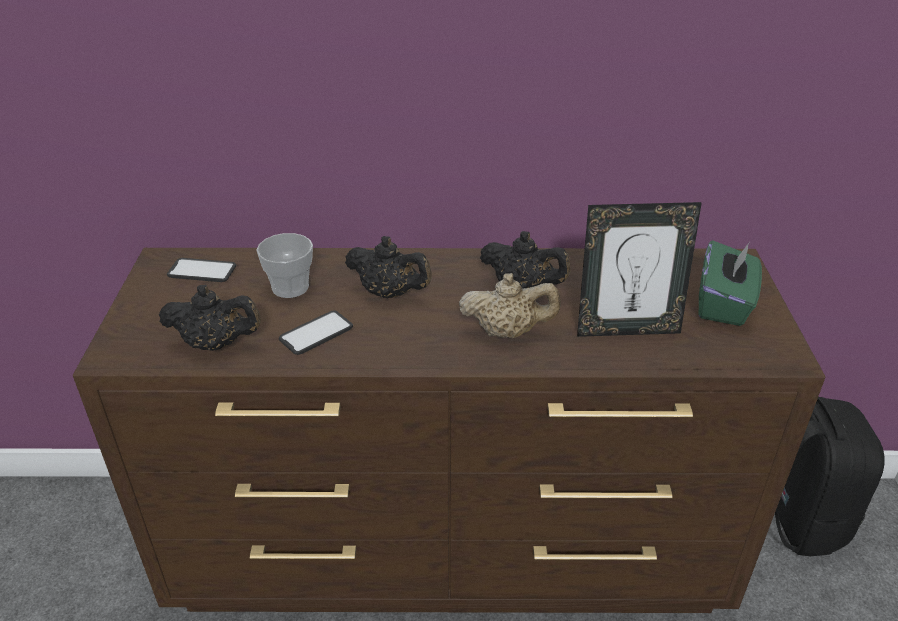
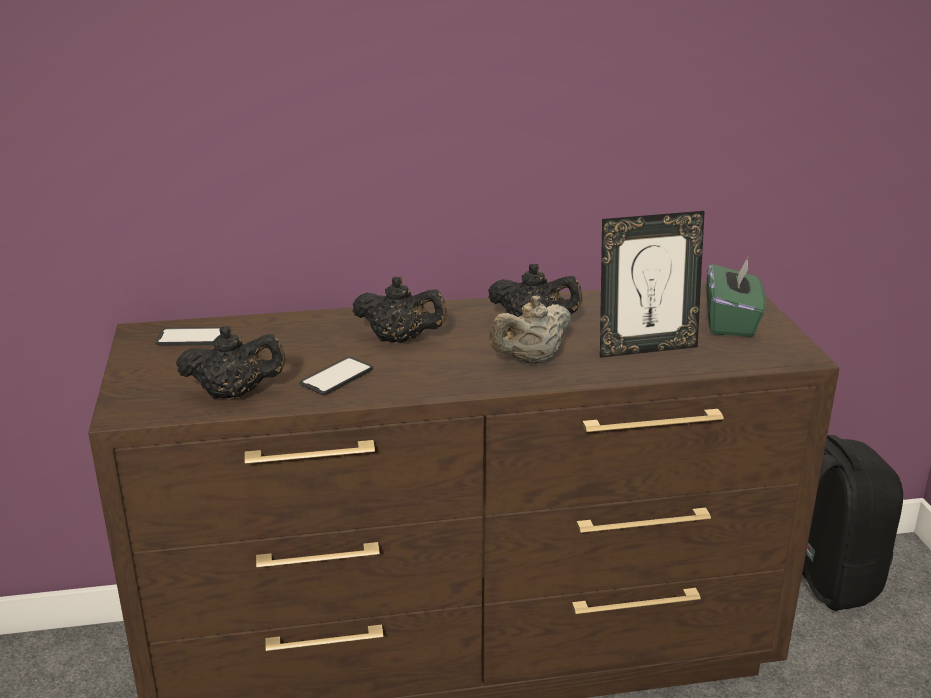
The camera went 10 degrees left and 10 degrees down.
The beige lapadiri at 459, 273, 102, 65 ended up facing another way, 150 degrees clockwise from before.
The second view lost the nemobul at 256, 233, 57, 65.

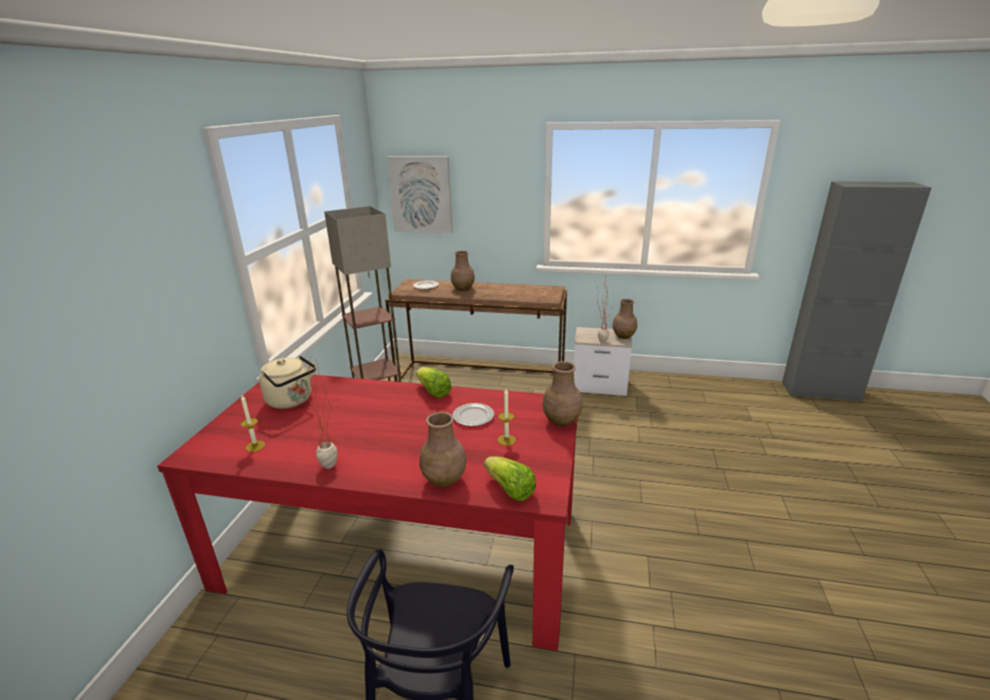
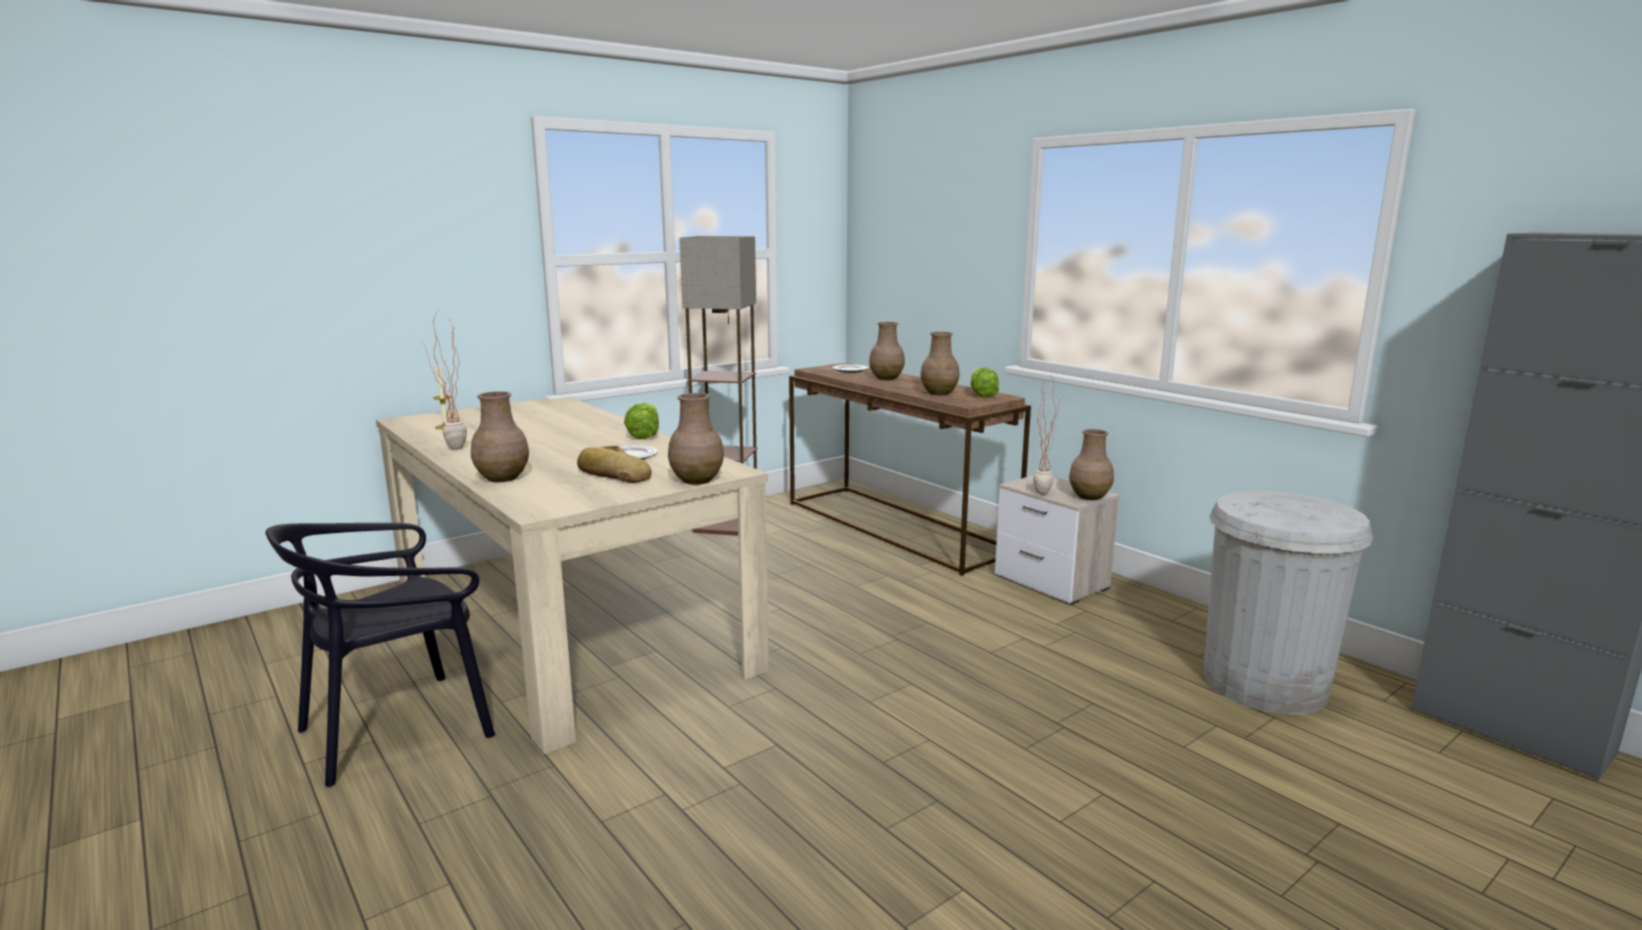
The camera went 40 degrees right and 10 degrees down.
What was the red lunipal at 157, 375, 421, 276 turned into the beige lunipal at 376, 397, 393, 357.
Where the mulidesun stood at 497, 389, 19, 57, the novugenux came to stand at 577, 446, 74, 37.
The second view gained the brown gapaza at 920, 332, 40, 63.
The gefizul ended up elsewhere, having gone from 484, 456, 52, 45 to 970, 367, 29, 31.
The second view gained the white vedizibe at 1203, 491, 170, 223.
The second view lost the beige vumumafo at 259, 355, 57, 54.
The second view lost the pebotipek at 387, 156, 66, 77.

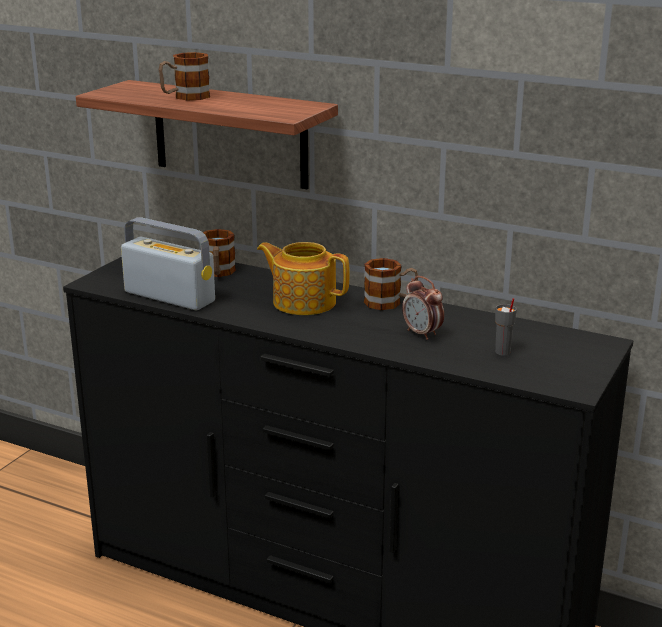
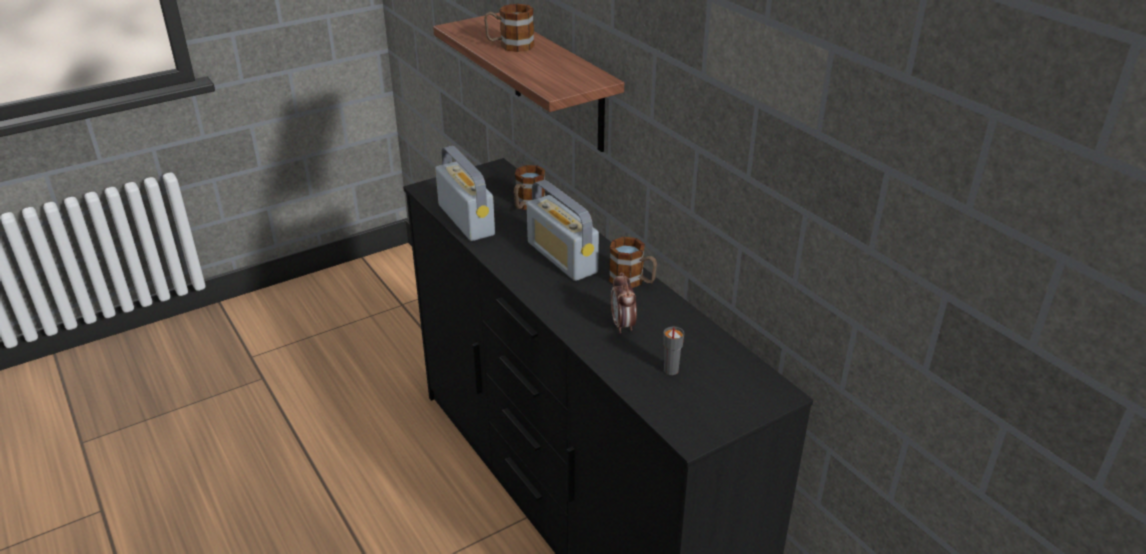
The camera went 30 degrees right and 10 degrees up.
Where the lapadiri stood at 257, 242, 93, 73, the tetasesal came to stand at 527, 180, 72, 101.

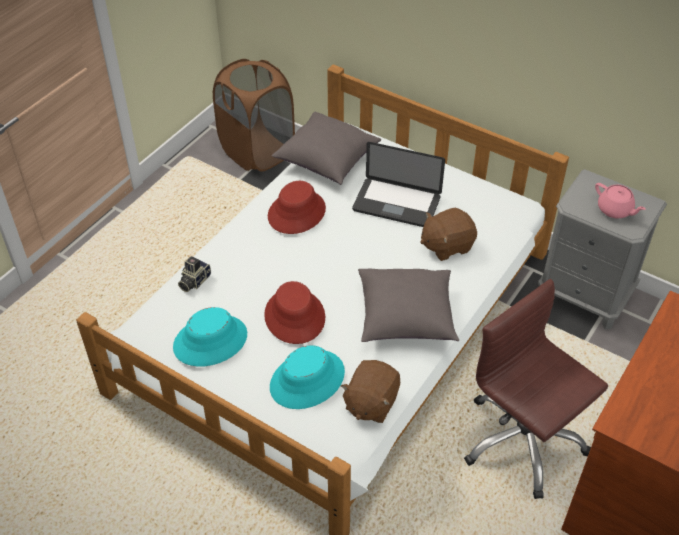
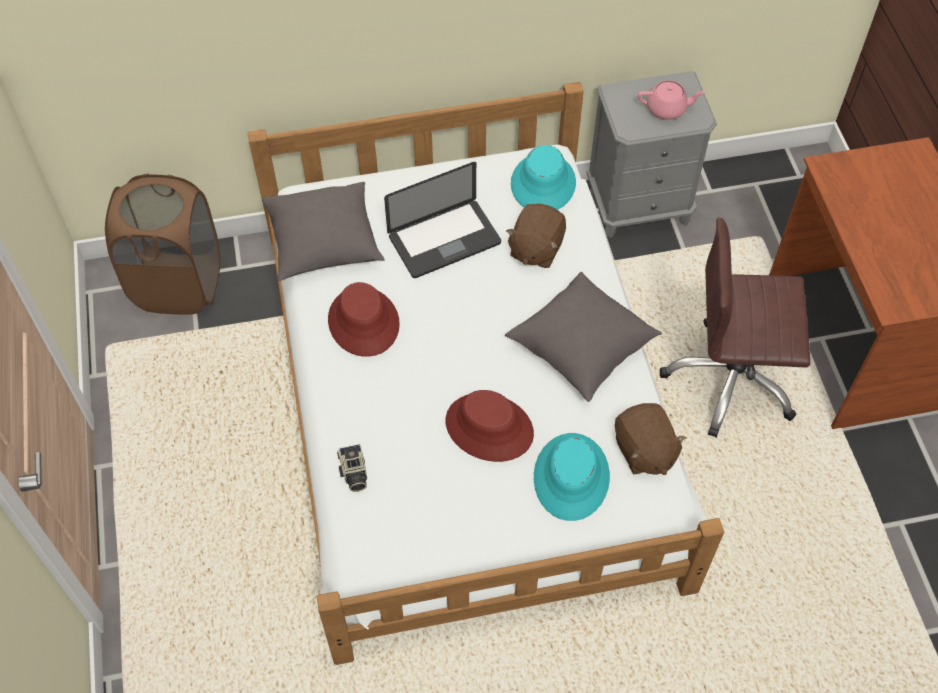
The camera went 45 degrees left and 10 degrees up.
The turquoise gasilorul ended up elsewhere, having gone from 173, 307, 74, 60 to 511, 145, 65, 65.

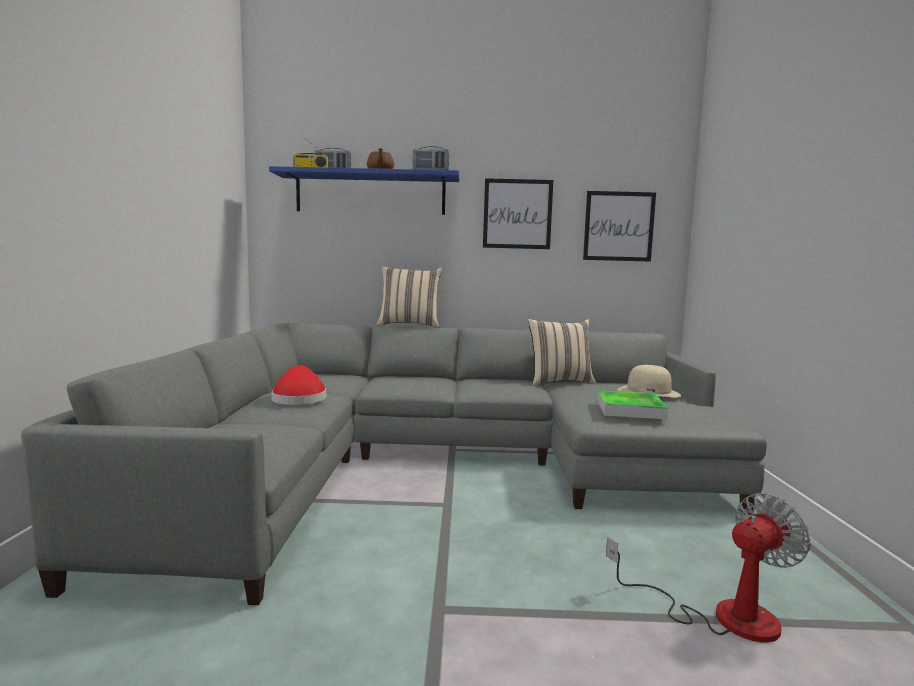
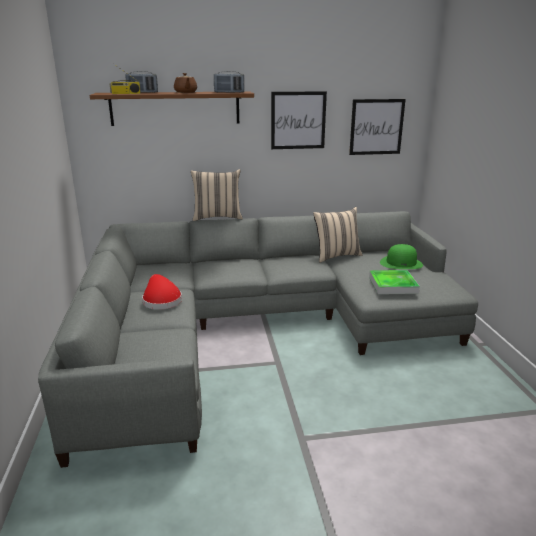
The camera went 10 degrees left and 15 degrees up.
What was the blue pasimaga at 269, 166, 190, 49 turned into the brown pasimaga at 90, 91, 164, 35.
What was the beige gasilorul at 618, 365, 63, 32 turned into the green gasilorul at 380, 244, 43, 25.
The second view lost the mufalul at 606, 493, 205, 150.

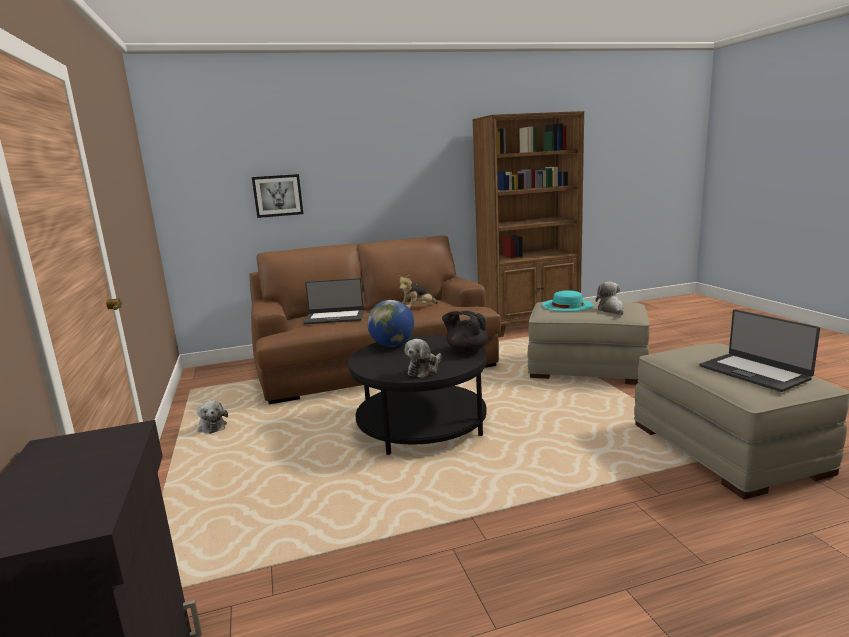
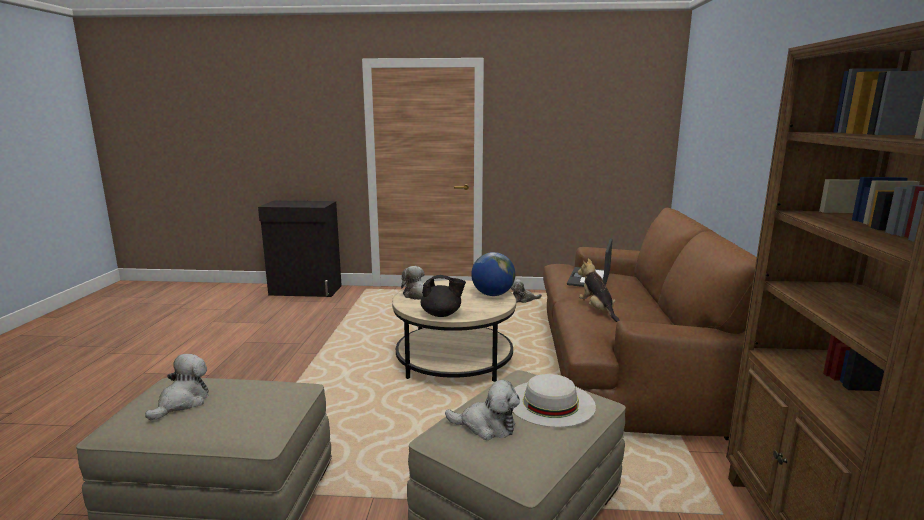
The camera went 110 degrees right and 0 degrees up.
Where the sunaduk stood at 699, 309, 121, 83, the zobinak came to stand at 145, 354, 64, 67.
What was the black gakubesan at 348, 335, 139, 120 turned into the beige gakubesan at 392, 280, 124, 102.
The black lapadiri at 442, 311, 46, 42 ended up facing another way, 45 degrees clockwise from before.
What was the turquoise gasilorul at 542, 290, 52, 21 turned into the white gasilorul at 513, 374, 83, 53.
The second view lost the pebotipek at 252, 174, 51, 44.

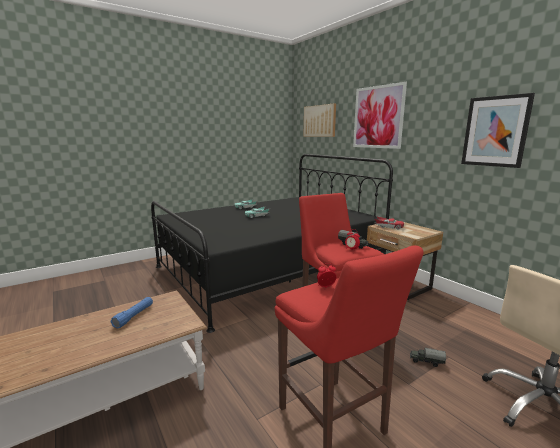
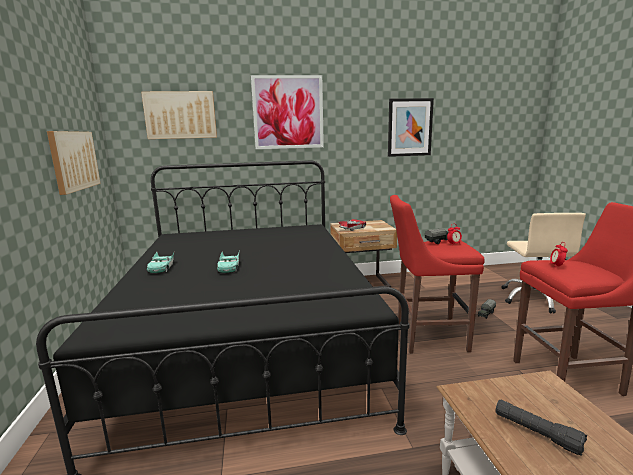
The camera went 65 degrees left and 0 degrees up.
The second view gained the pebotipek at 47, 131, 54, 64.
What was the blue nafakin at 111, 297, 42, 32 turned into the black nafakin at 495, 400, 92, 56.

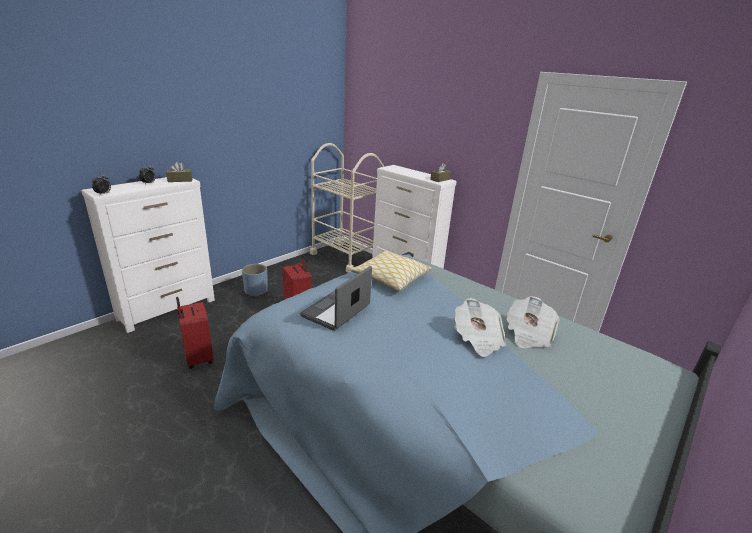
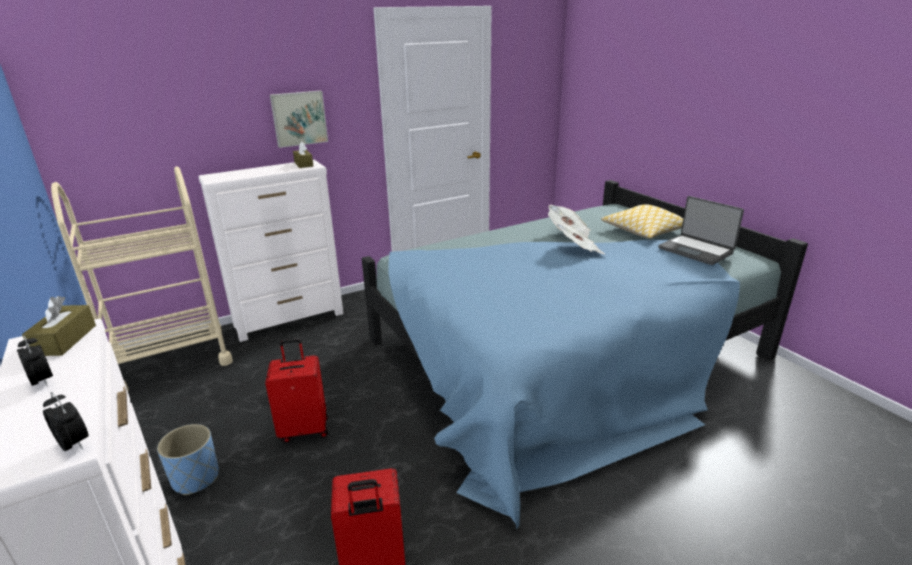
The camera went 70 degrees left and 0 degrees up.
The second view gained the pebotipek at 270, 91, 58, 57.
The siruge ended up elsewhere, having gone from 350, 251, 82, 40 to 601, 204, 82, 35.
The sunaduk ended up elsewhere, having gone from 300, 266, 72, 65 to 658, 196, 86, 69.

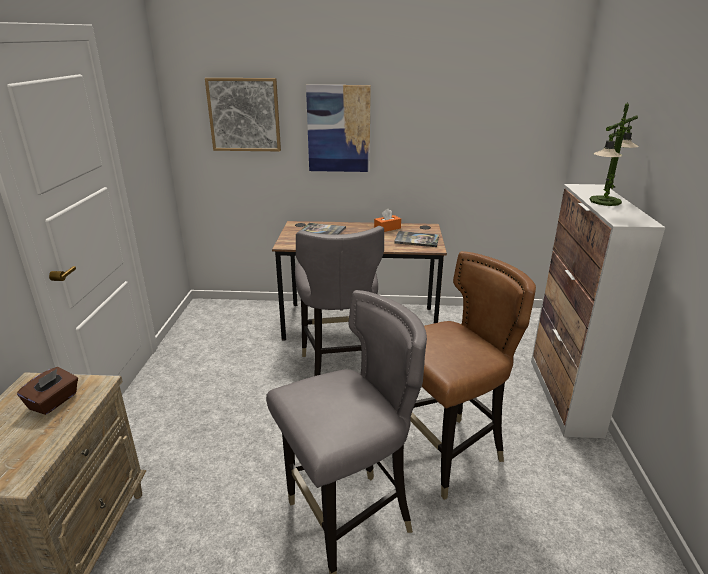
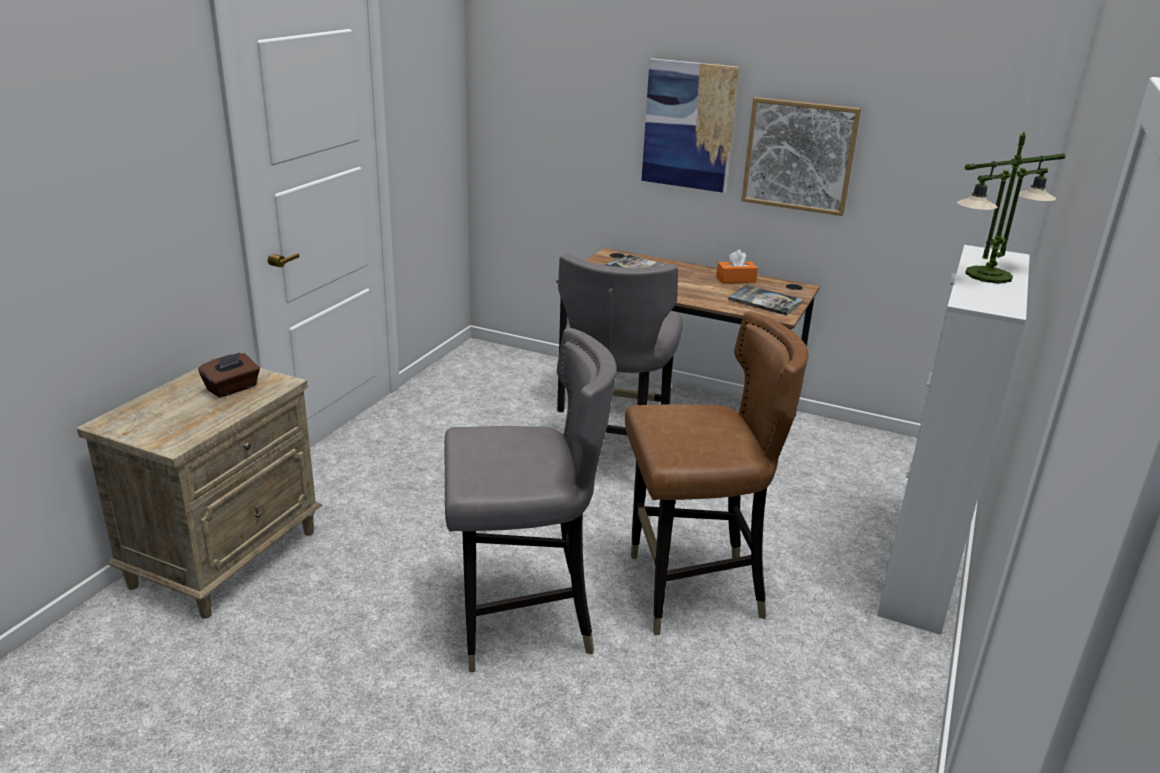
The camera went 20 degrees right and 0 degrees up.
The pebotipek ended up elsewhere, having gone from 205, 78, 76, 73 to 741, 97, 120, 119.

